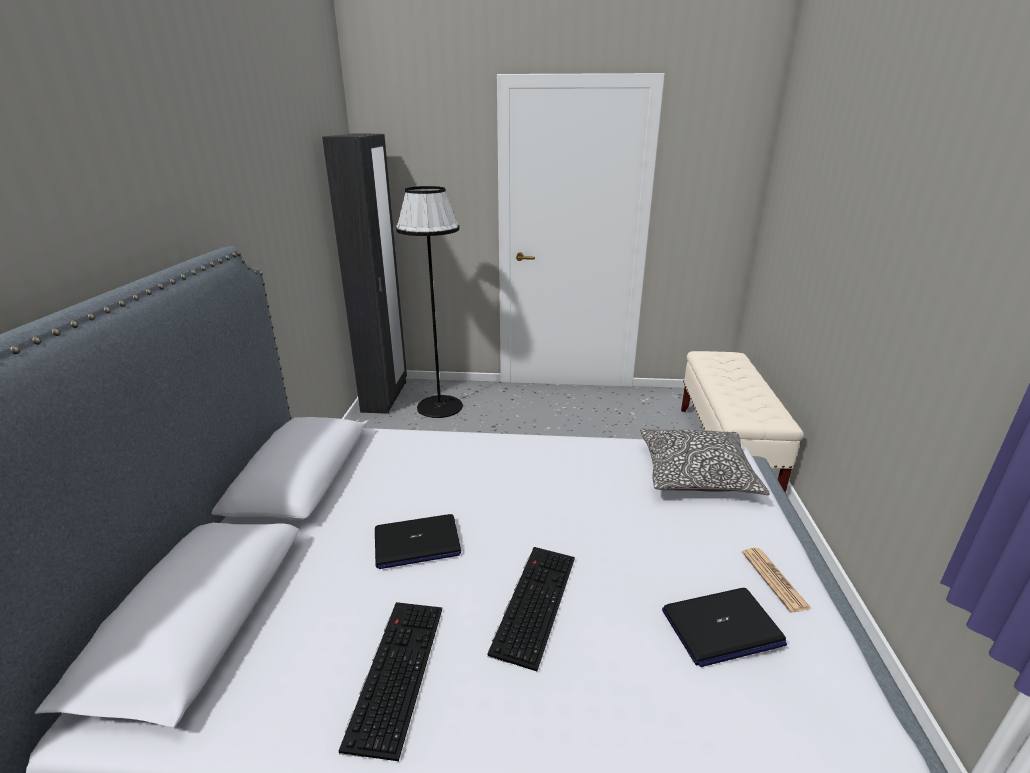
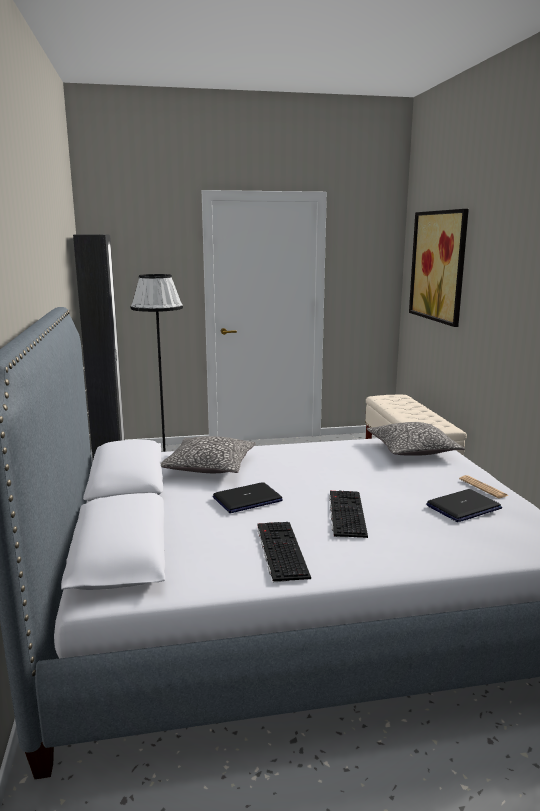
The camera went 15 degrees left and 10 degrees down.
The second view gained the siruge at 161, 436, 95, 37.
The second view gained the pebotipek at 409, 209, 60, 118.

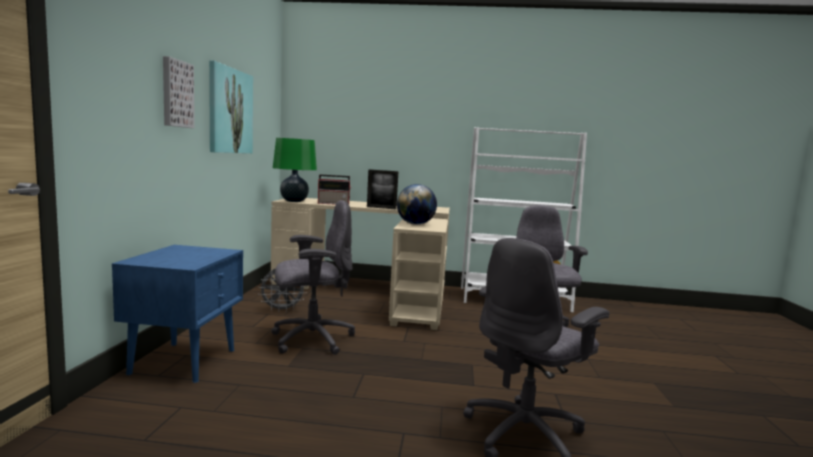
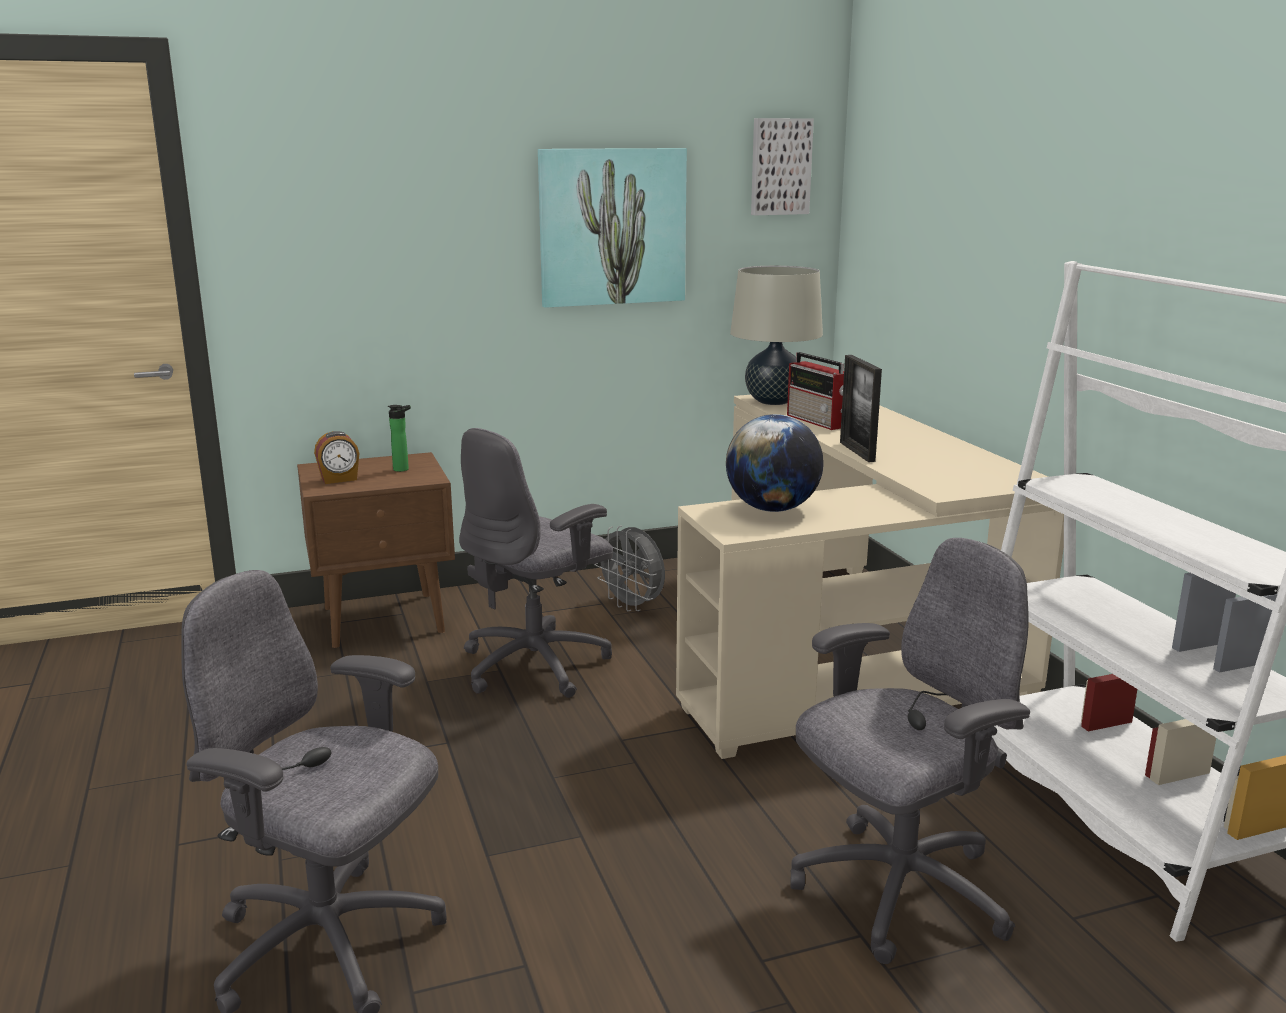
The camera went 65 degrees right and 10 degrees up.
What was the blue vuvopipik at 112, 245, 131, 138 turned into the brown vuvopipik at 297, 452, 158, 196.
The second view gained the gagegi at 314, 431, 46, 53.
The second view gained the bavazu at 388, 405, 23, 67.
The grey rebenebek at 271, 200, 84, 155 ended up facing another way, 90 degrees clockwise from before.
What was the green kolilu at 273, 138, 44, 64 turned into the beige kolilu at 730, 266, 93, 139.
The pebotipek ended up elsewhere, having gone from 163, 56, 32, 72 to 751, 118, 63, 97.

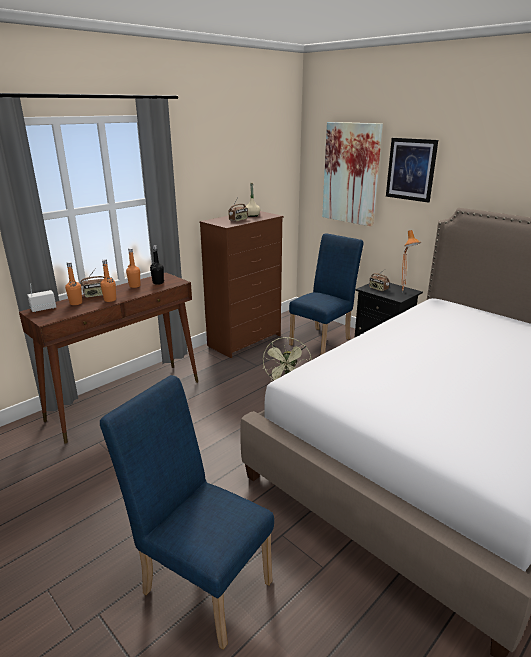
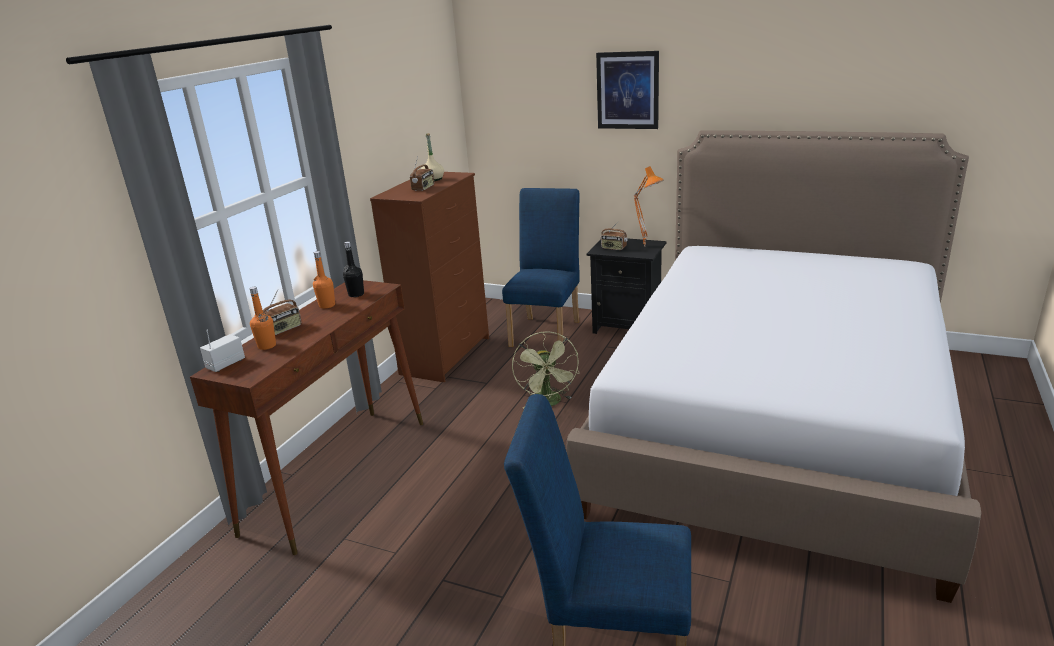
The camera went 20 degrees left and 0 degrees up.
The second view lost the orange bavazu at 100, 259, 16, 43.
The second view lost the pebotipek at 322, 122, 61, 105.

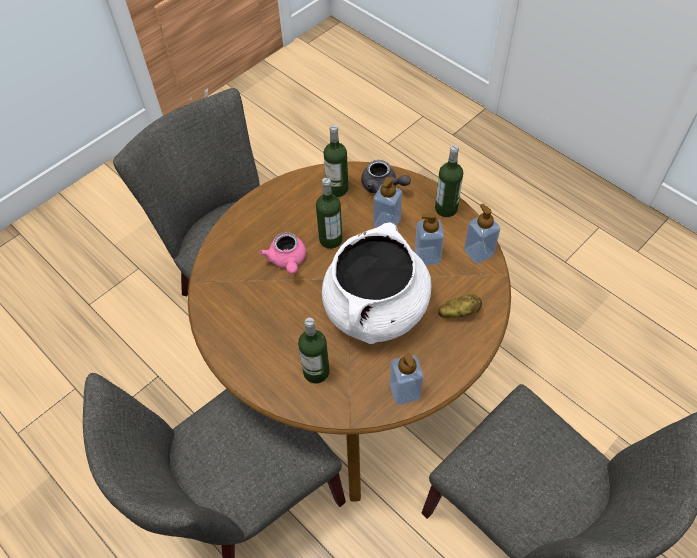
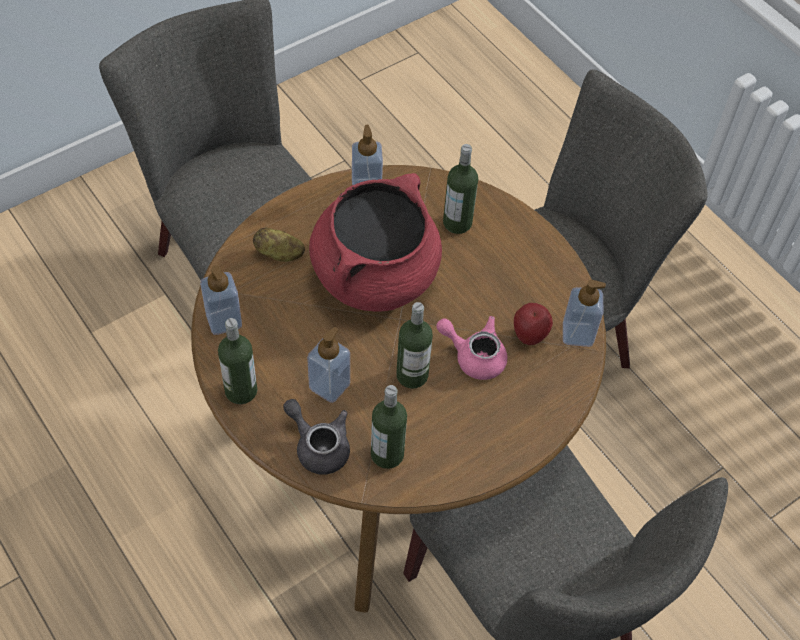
The camera went 175 degrees left and 0 degrees up.
What was the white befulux at 322, 222, 109, 122 turned into the red befulux at 309, 173, 133, 138.
The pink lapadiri at 260, 232, 46, 42 ended up facing another way, 60 degrees counterclockwise from before.
The second view gained the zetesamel at 514, 303, 39, 42.
The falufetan ended up elsewhere, having gone from 415, 212, 29, 54 to 563, 280, 43, 67.

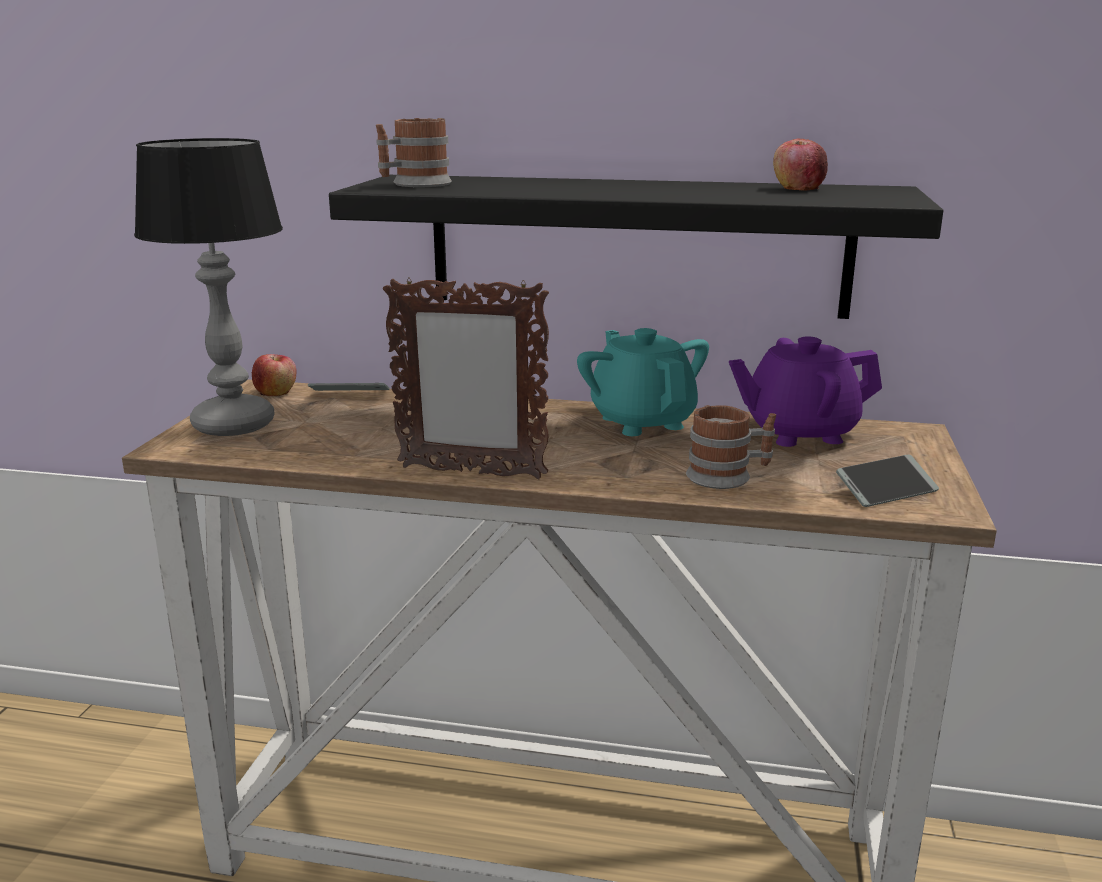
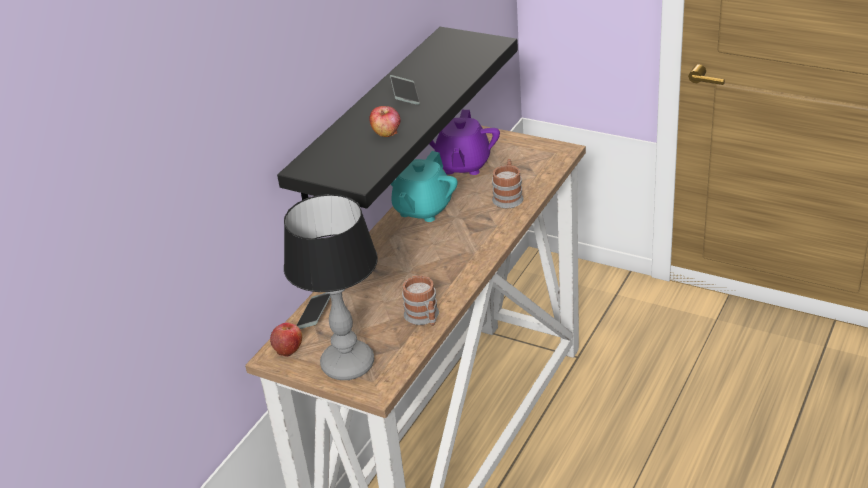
The camera went 70 degrees left and 15 degrees up.
The zetesamel ended up elsewhere, having gone from 773, 138, 55, 53 to 369, 106, 32, 31.
The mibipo ended up elsewhere, having gone from 836, 455, 103, 52 to 390, 75, 30, 30.
The turquoise lapadiri at 577, 328, 132, 108 ended up facing another way, 60 degrees counterclockwise from before.
The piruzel ended up elsewhere, having gone from 376, 118, 76, 69 to 402, 275, 37, 51.
The second view lost the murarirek at 383, 279, 166, 200.

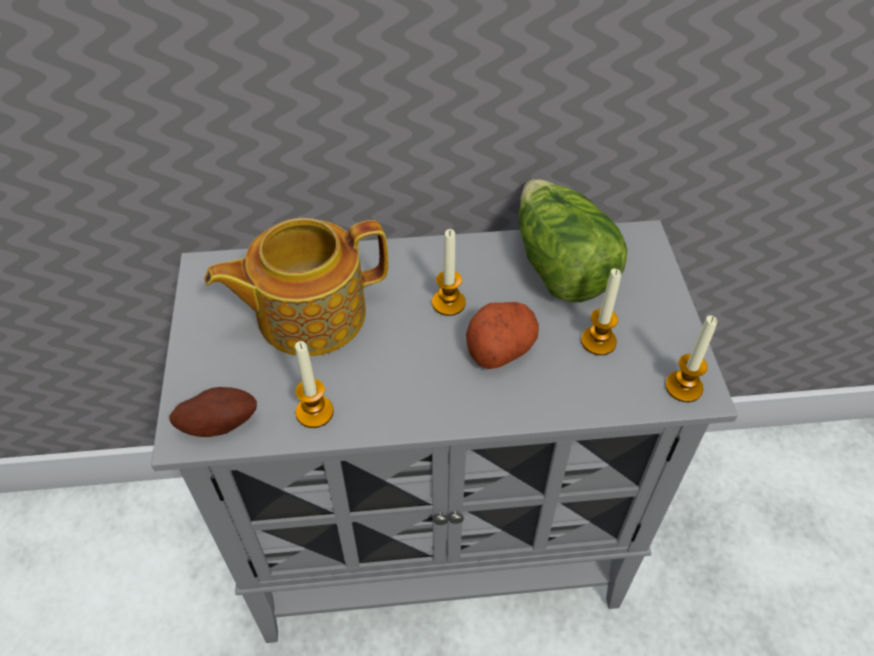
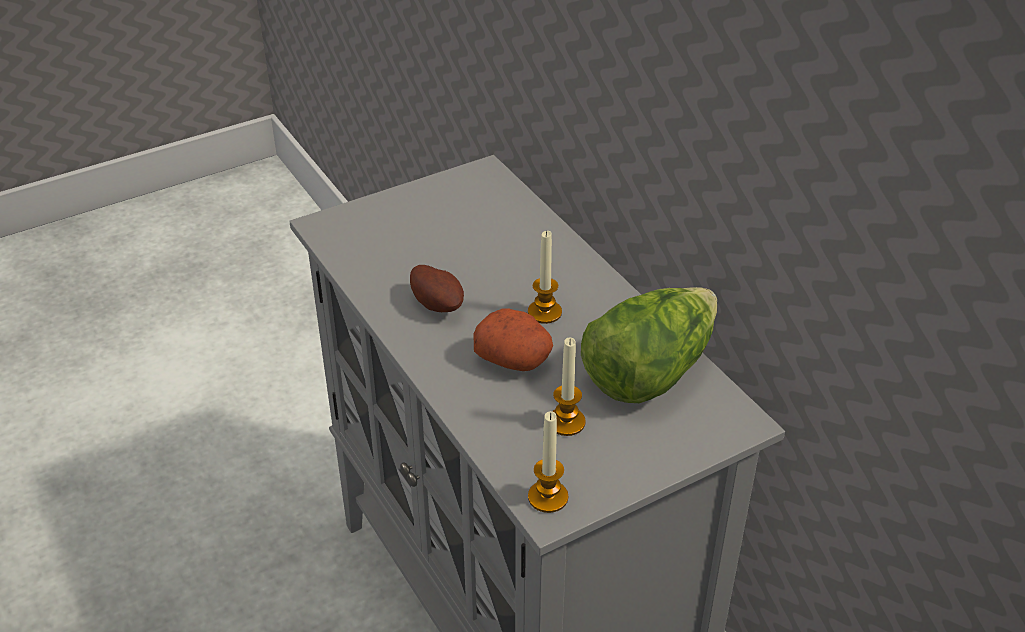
The camera went 65 degrees right and 10 degrees down.
The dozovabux ended up elsewhere, having gone from 169, 387, 88, 50 to 410, 265, 54, 47.
The second view lost the lapadiri at 204, 218, 184, 138.
The second view lost the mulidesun at 295, 341, 39, 87.

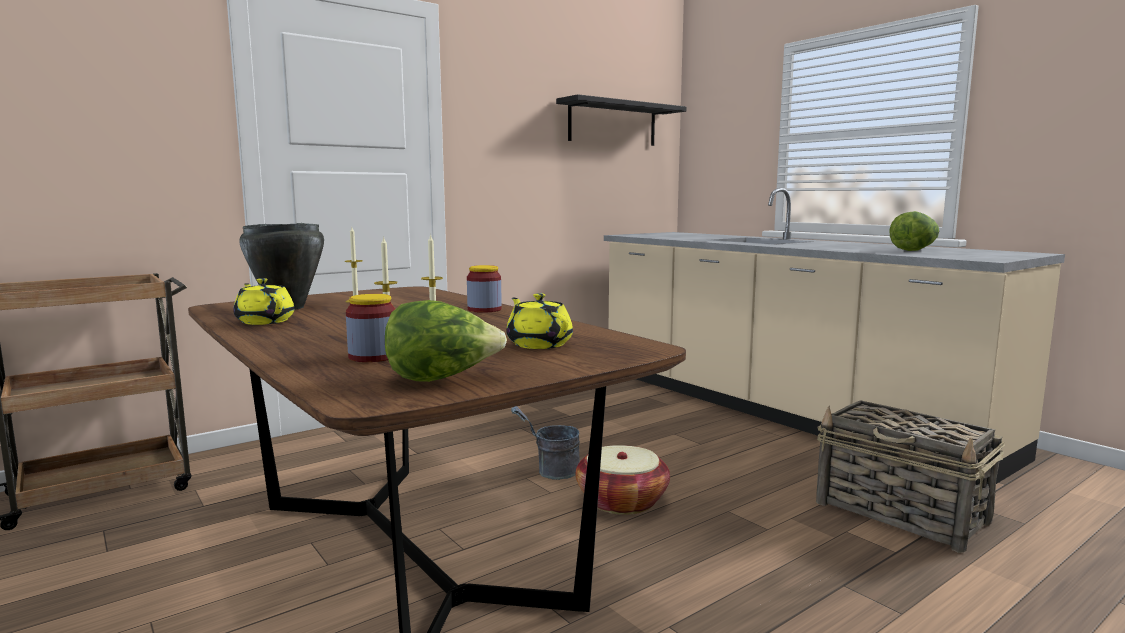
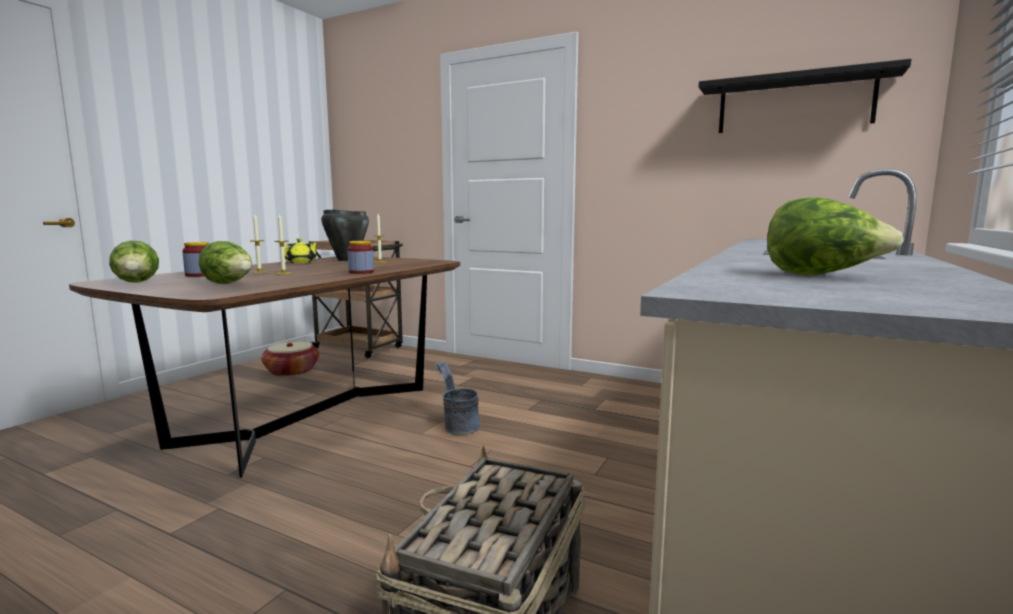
The camera went 65 degrees right and 0 degrees up.
Where the yellow lapadiri stood at 506, 293, 67, 56, the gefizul came to stand at 199, 241, 53, 43.
The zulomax ended up elsewhere, having gone from 576, 445, 94, 70 to 261, 341, 58, 36.

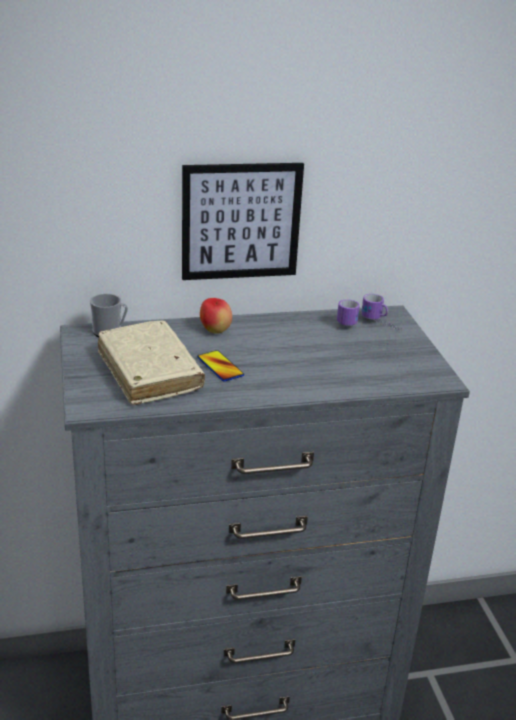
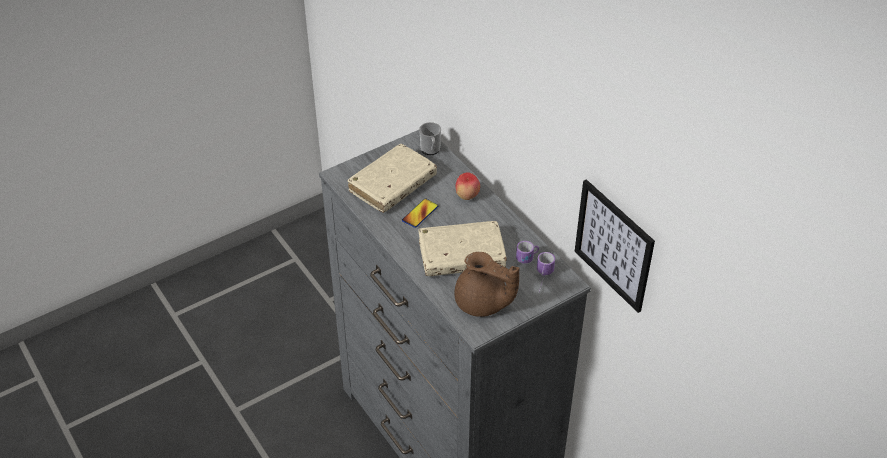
The camera went 70 degrees right and 15 degrees up.
The second view gained the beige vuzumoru at 418, 221, 89, 55.
The second view gained the brown lapadiri at 454, 252, 66, 65.
The pebotipek ended up elsewhere, having gone from 182, 163, 122, 117 to 575, 179, 80, 134.

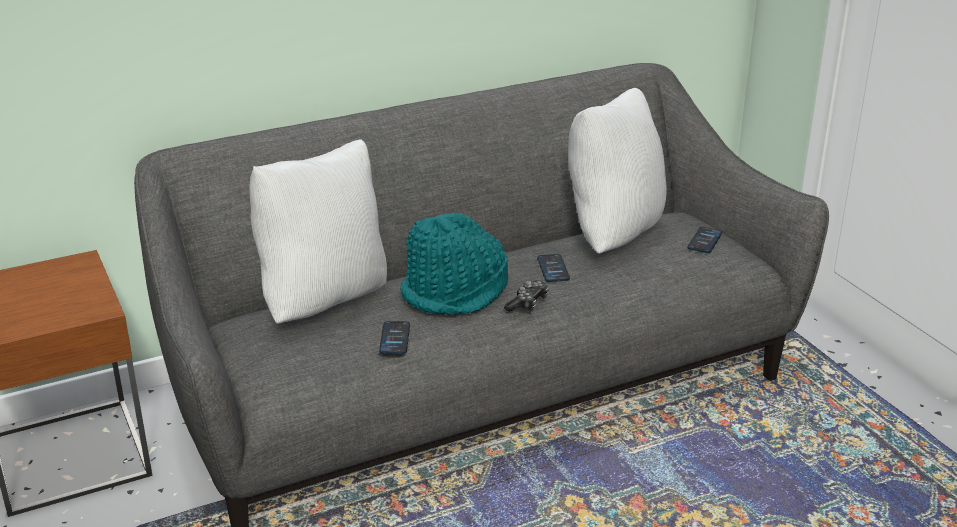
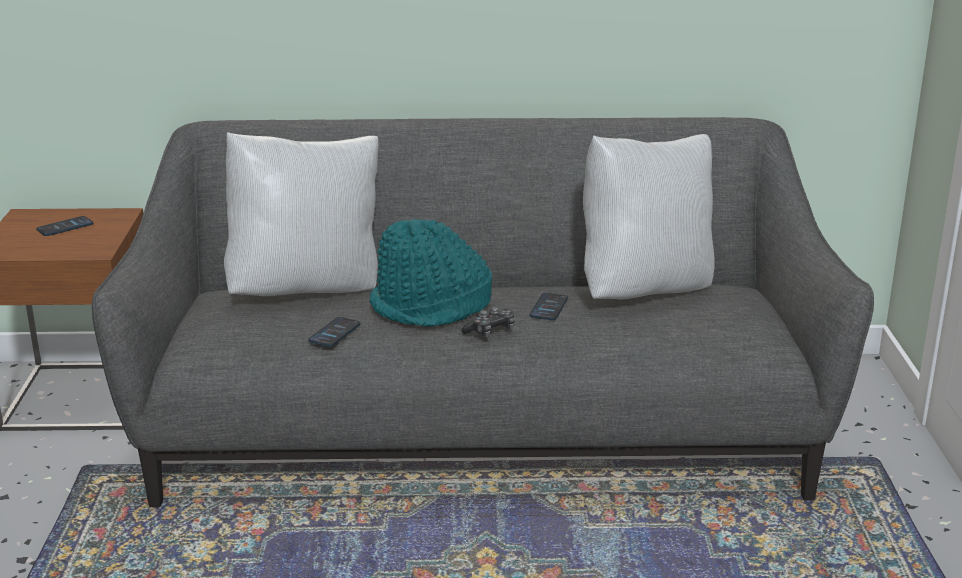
The camera went 25 degrees right and 5 degrees down.
The mibipo ended up elsewhere, having gone from 688, 227, 34, 26 to 36, 216, 57, 20.

